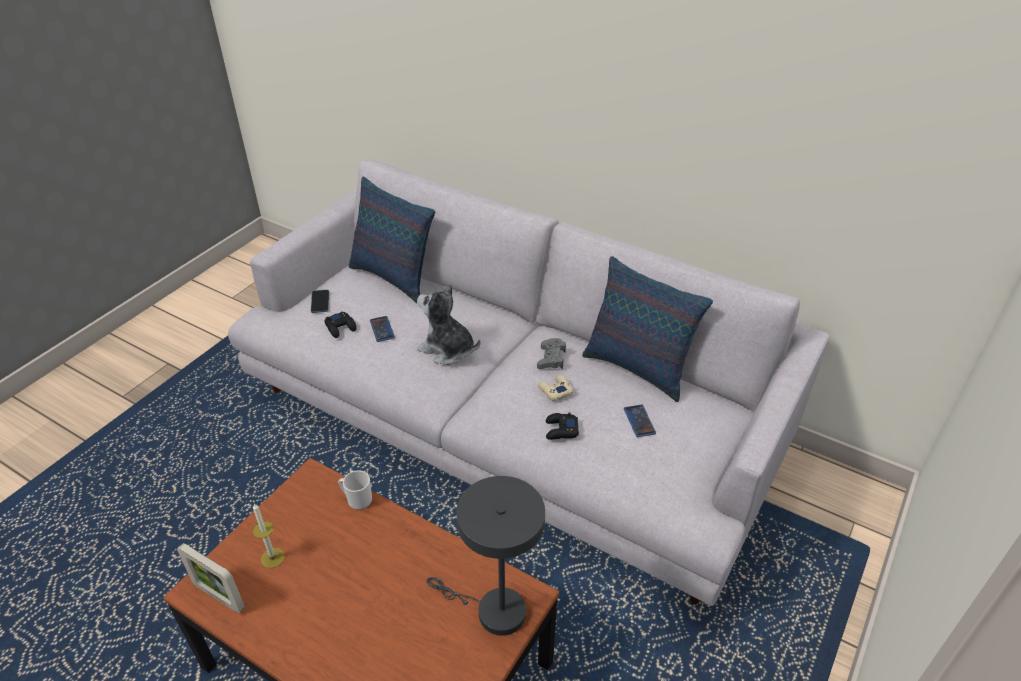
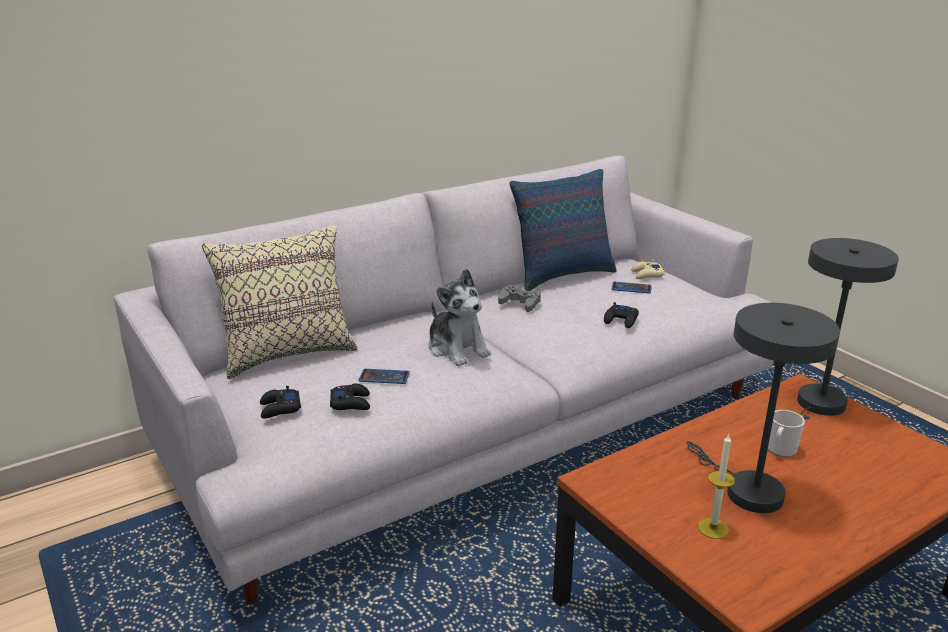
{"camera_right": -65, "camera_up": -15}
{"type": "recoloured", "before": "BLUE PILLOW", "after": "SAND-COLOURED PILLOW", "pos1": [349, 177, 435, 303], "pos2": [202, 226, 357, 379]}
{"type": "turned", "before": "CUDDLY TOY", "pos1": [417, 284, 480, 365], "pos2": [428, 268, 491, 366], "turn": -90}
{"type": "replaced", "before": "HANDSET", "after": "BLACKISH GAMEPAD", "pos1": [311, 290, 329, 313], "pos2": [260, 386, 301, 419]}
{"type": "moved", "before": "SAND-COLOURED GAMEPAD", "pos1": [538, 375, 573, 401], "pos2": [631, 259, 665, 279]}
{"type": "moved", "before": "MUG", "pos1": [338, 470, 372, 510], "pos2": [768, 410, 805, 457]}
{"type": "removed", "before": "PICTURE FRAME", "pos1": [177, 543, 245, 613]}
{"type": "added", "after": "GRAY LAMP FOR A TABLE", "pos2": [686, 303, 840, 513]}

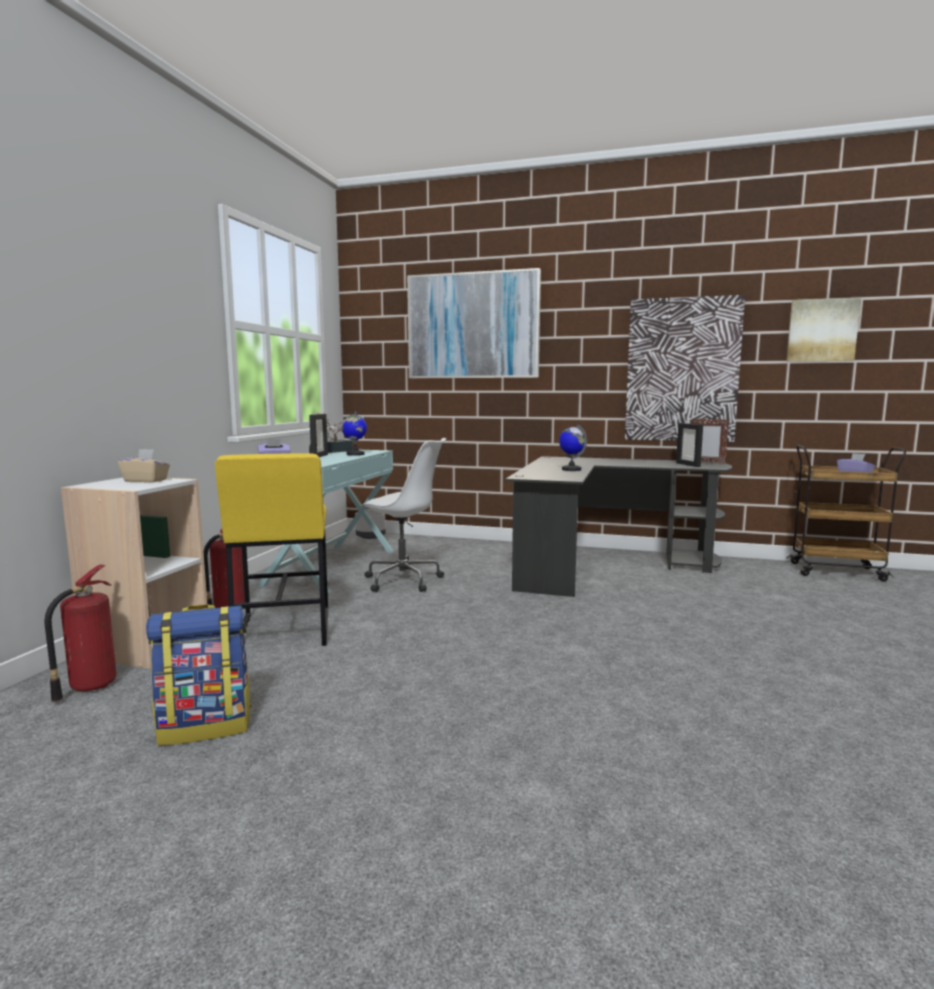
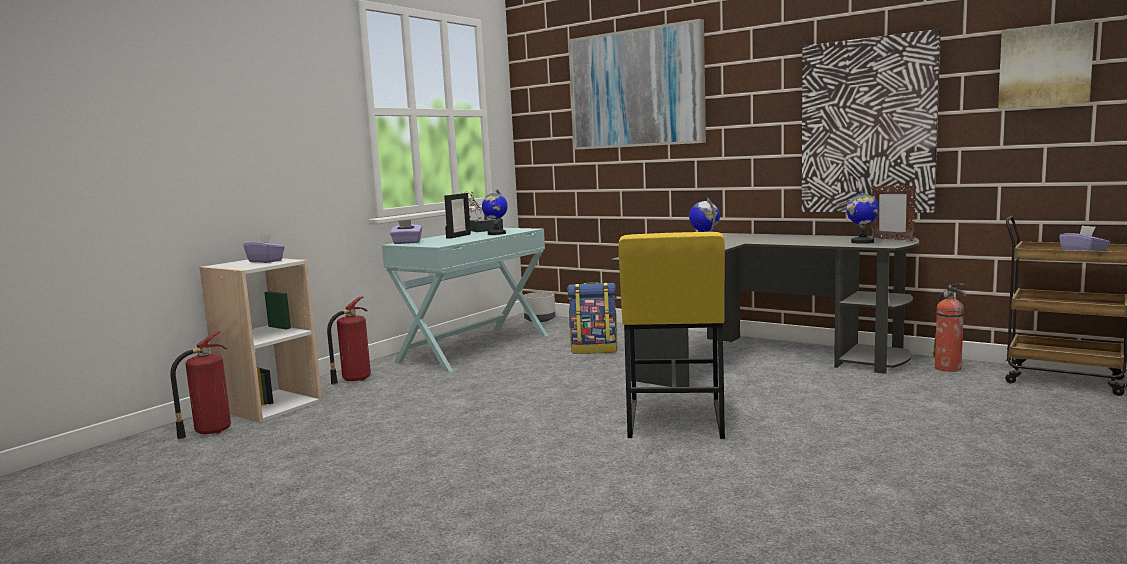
{"camera_right": 20, "camera_up": 0}
{"type": "replaced", "before": "PICTURE FRAME", "after": "DESK GLOBE", "pos1": [676, 423, 703, 467], "pos2": [846, 189, 879, 244]}
{"type": "removed", "before": "WHITISH COMPUTER CHAIR", "pos1": [362, 438, 446, 592]}
{"type": "recoloured", "before": "SAND-COLOURED TISSUE HOLDER", "after": "PURPLE-COLOURED TISSUE HOLDER", "pos1": [118, 449, 170, 483], "pos2": [243, 234, 285, 263]}
{"type": "moved", "before": "YELLOW STOOL SEAT", "pos1": [215, 453, 328, 646], "pos2": [618, 232, 725, 439]}
{"type": "moved", "before": "BACKPACK", "pos1": [146, 604, 251, 746], "pos2": [567, 282, 617, 354]}
{"type": "added", "after": "EXTINGUISHER", "pos2": [932, 284, 967, 372]}

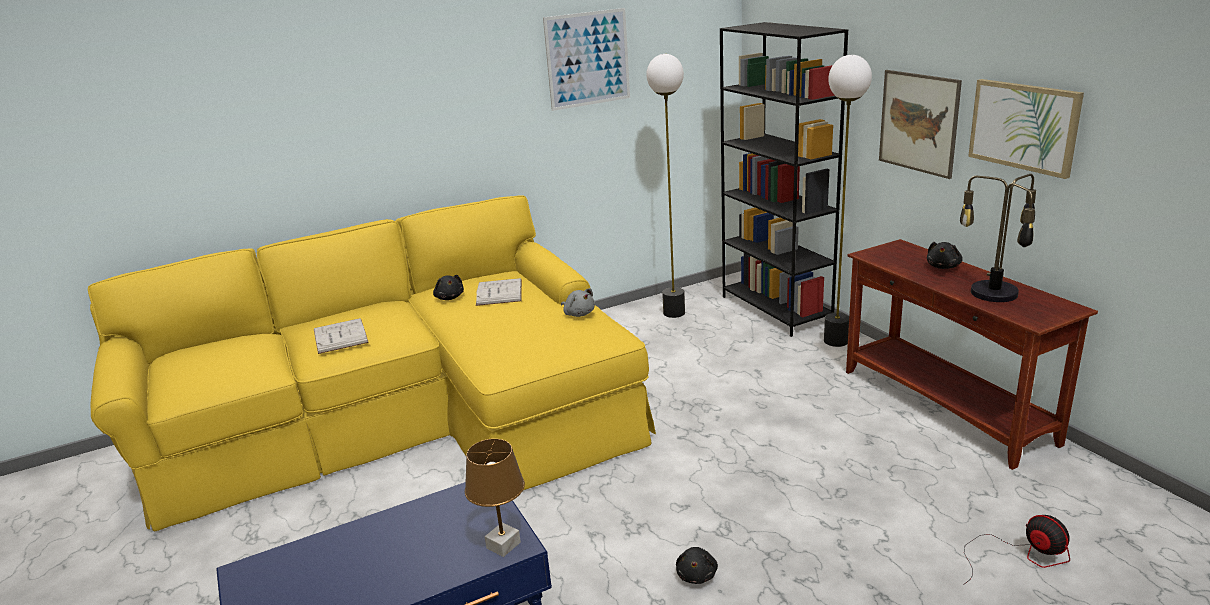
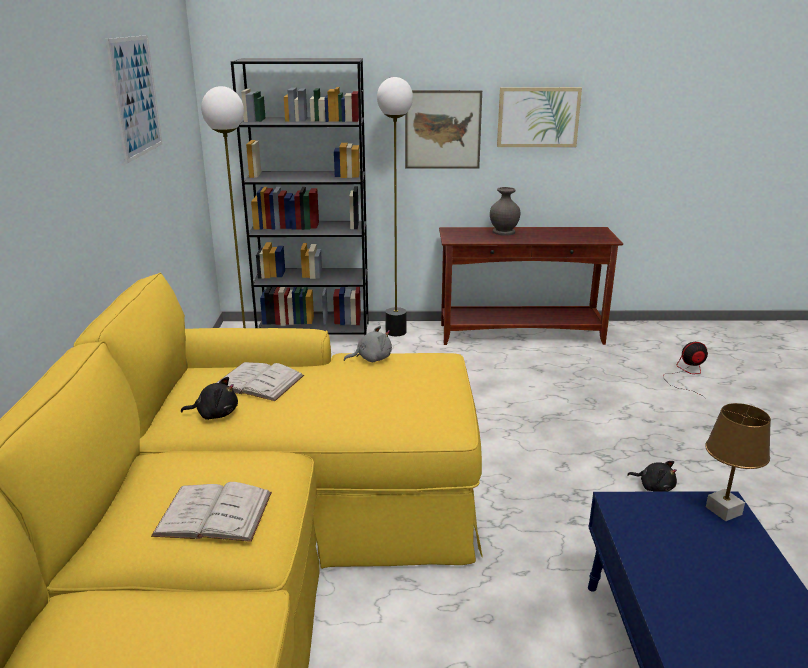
{"camera_right": -65, "camera_up": 0}
{"type": "removed", "before": "LAMP FOR A TABLE", "pos1": [960, 174, 1036, 302]}
{"type": "replaced", "before": "BLACKISH CUDDLY TOY", "after": "GRAY DECORATIVE VASE", "pos1": [927, 242, 963, 269], "pos2": [490, 187, 520, 236]}

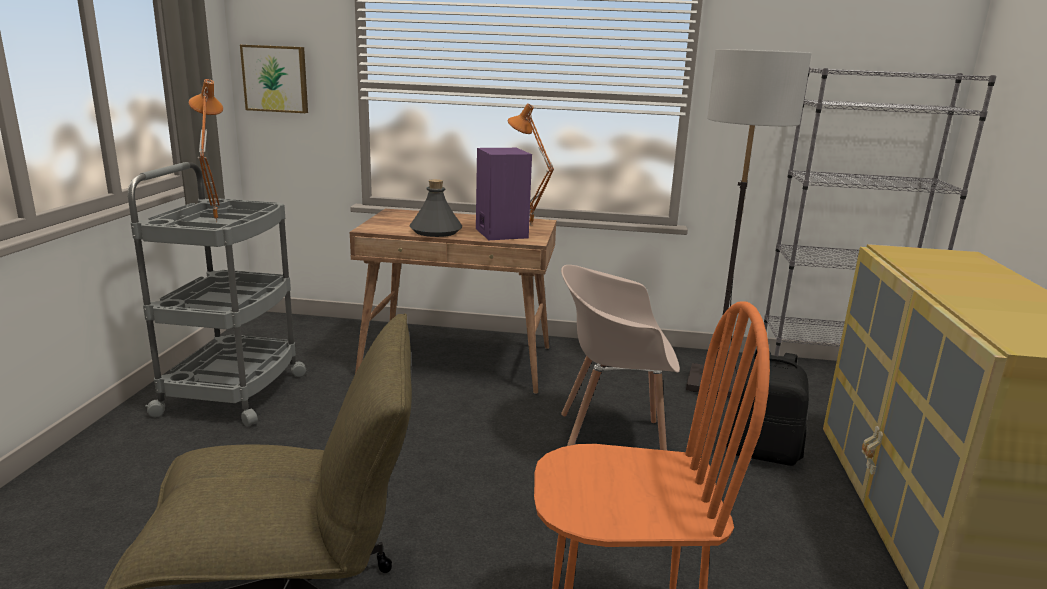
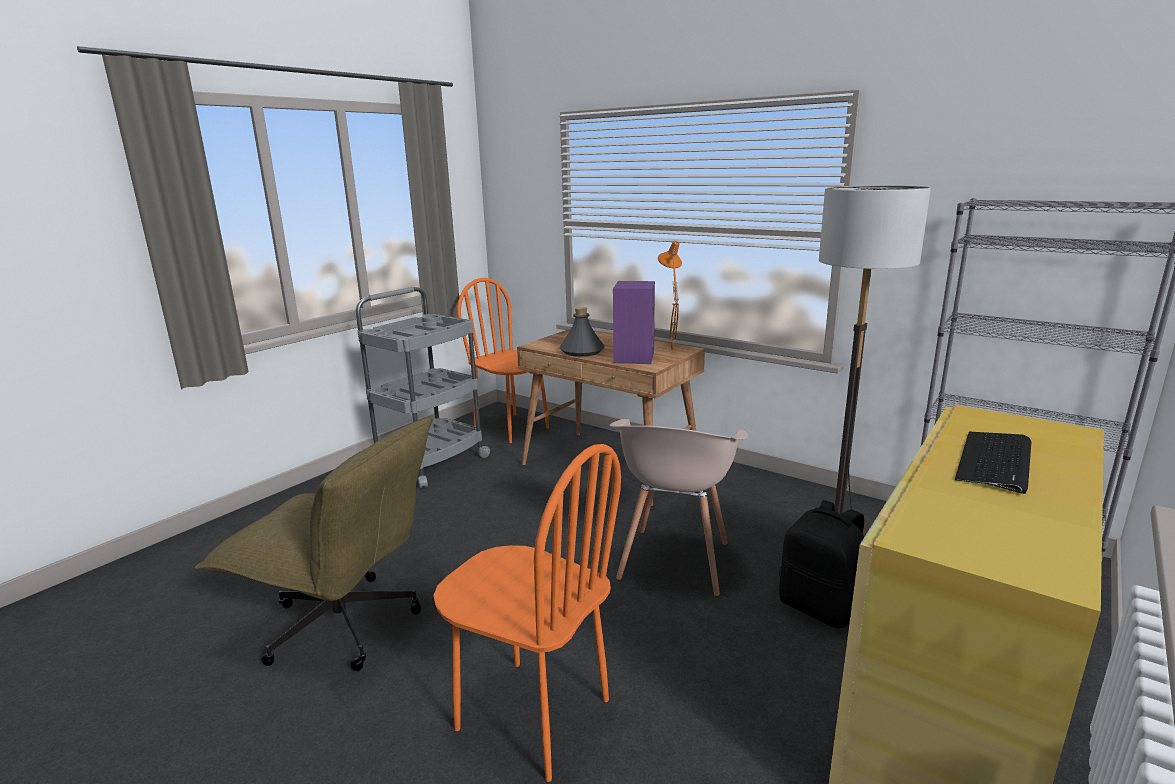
{"camera_right": 30, "camera_up": 0}
{"type": "removed", "before": "WALL ART", "pos1": [240, 45, 308, 113]}
{"type": "removed", "before": "ORANGE LAMP FOR A TABLE", "pos1": [189, 79, 223, 222]}
{"type": "turned", "before": "SAND-COLOURED CHAIR", "pos1": [561, 265, 680, 451], "pos2": [609, 419, 748, 596], "turn": -105}
{"type": "added", "after": "ORANGE CHAIR", "pos2": [457, 278, 549, 443]}
{"type": "added", "after": "PC KEYBOARD", "pos2": [955, 432, 1031, 494]}

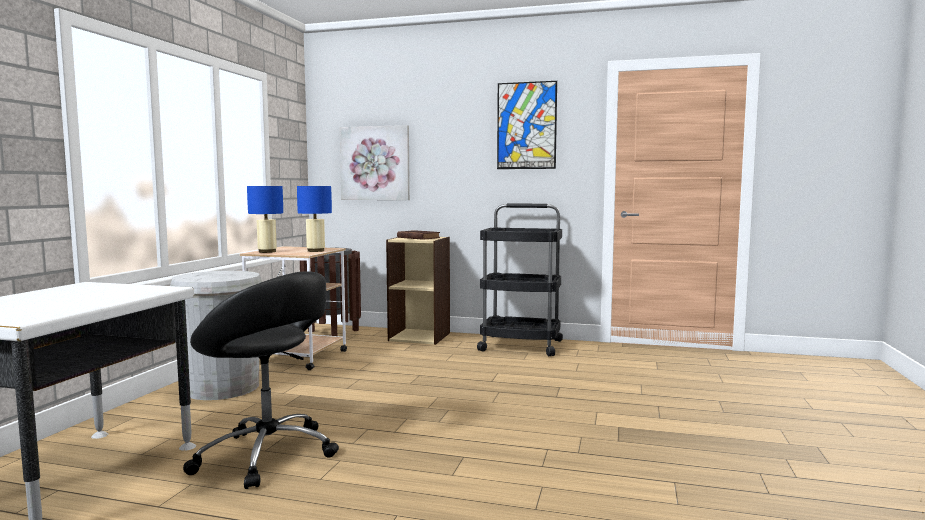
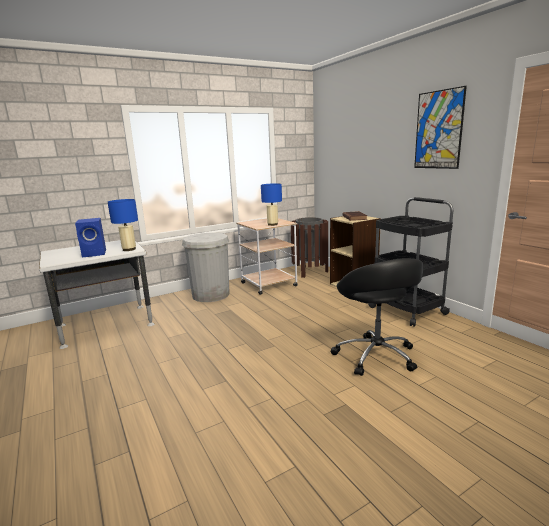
{"camera_right": 45, "camera_up": 10}
{"type": "removed", "before": "WALL ART", "pos1": [339, 125, 410, 200]}
{"type": "moved", "before": "BLUE LAMP FOR A TABLE", "pos1": [247, 186, 283, 253], "pos2": [108, 199, 138, 251]}
{"type": "moved", "before": "BLACKISH COMPUTER CHAIR", "pos1": [183, 271, 339, 489], "pos2": [331, 258, 424, 376]}
{"type": "added", "after": "BLUE SPEAKER", "pos2": [75, 218, 106, 257]}

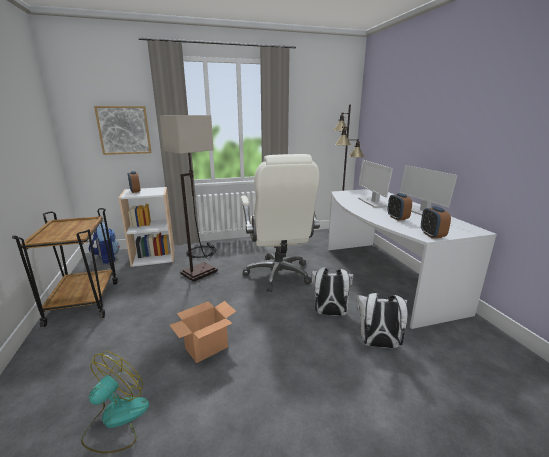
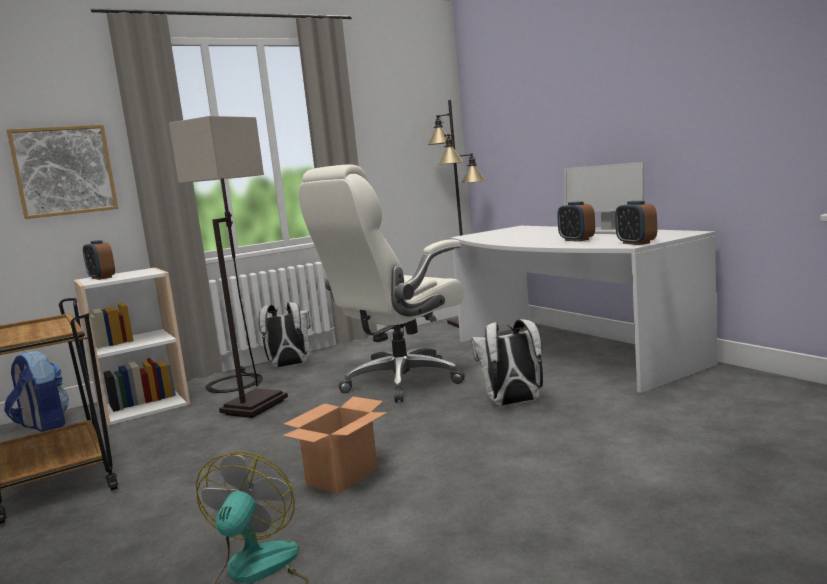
{"camera_right": -15, "camera_up": -10}
{"type": "turned", "before": "WHITISH COMPUTER CHAIR", "pos1": [241, 154, 320, 292], "pos2": [298, 164, 465, 403], "turn": 75}
{"type": "removed", "before": "COMPUTER DISPLAY", "pos1": [358, 160, 393, 208]}
{"type": "moved", "before": "WHITISH BACKPACK", "pos1": [357, 293, 408, 348], "pos2": [257, 302, 311, 367]}

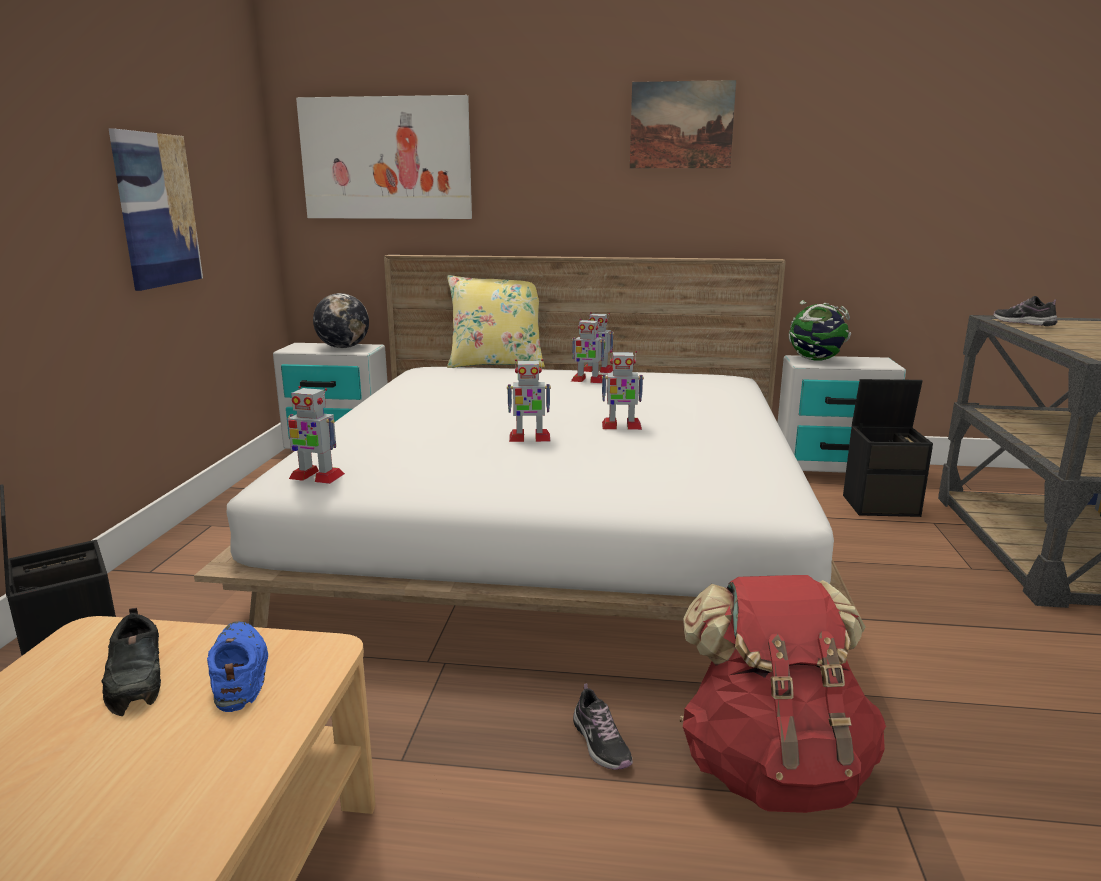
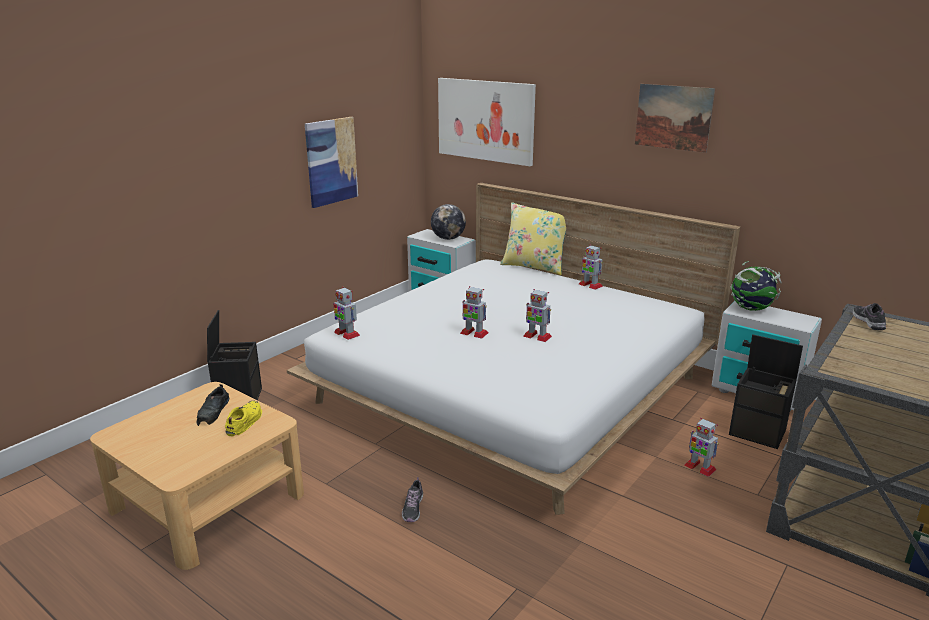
{"camera_right": 30, "camera_up": 5}
{"type": "moved", "before": "ROBOT FIGURE", "pos1": [571, 319, 605, 383], "pos2": [684, 418, 719, 477]}
{"type": "removed", "before": "RED BACKPACK", "pos1": [679, 575, 886, 813]}
{"type": "recoloured", "before": "BLUE ITEM OF FOOTWEAR", "after": "YELLOW ITEM OF FOOTWEAR", "pos1": [207, 621, 268, 712], "pos2": [225, 400, 262, 436]}

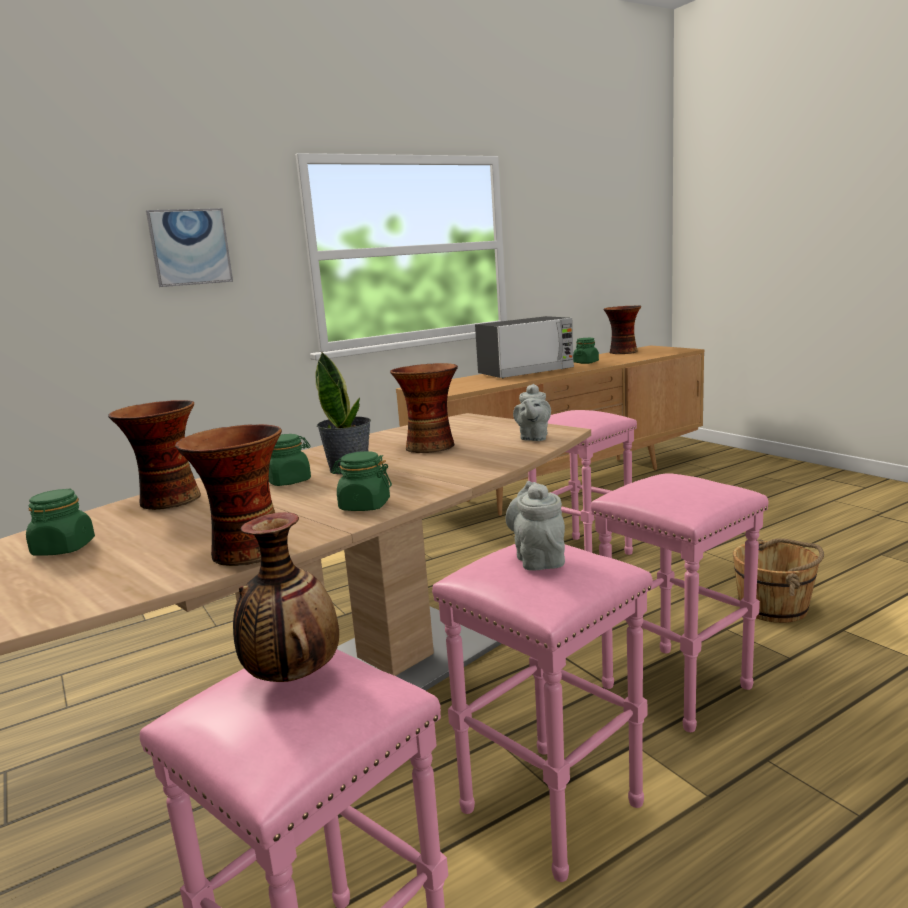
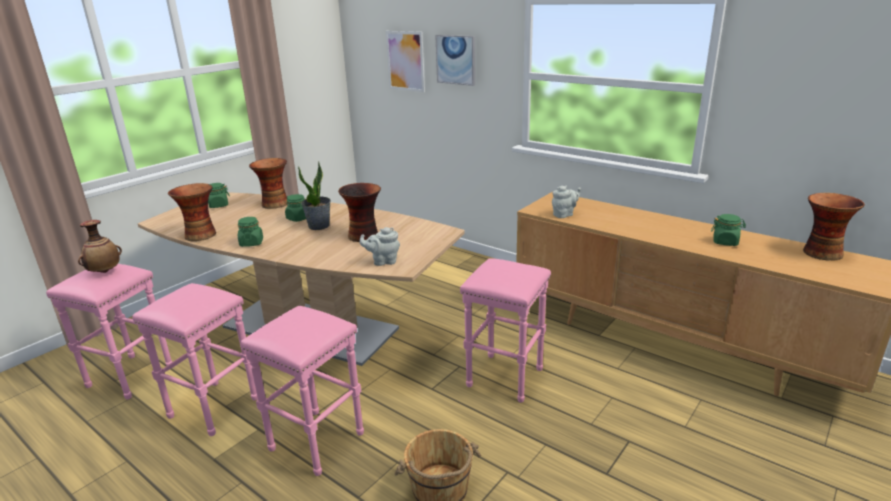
{"camera_right": 70, "camera_up": 10}
{"type": "removed", "before": "KITCHEN MICROWAVE", "pos1": [475, 316, 574, 378]}
{"type": "moved", "before": "GRAY POT FOR TEA", "pos1": [505, 481, 565, 571], "pos2": [552, 185, 581, 218]}
{"type": "added", "after": "WALL ART", "pos2": [386, 31, 425, 92]}

